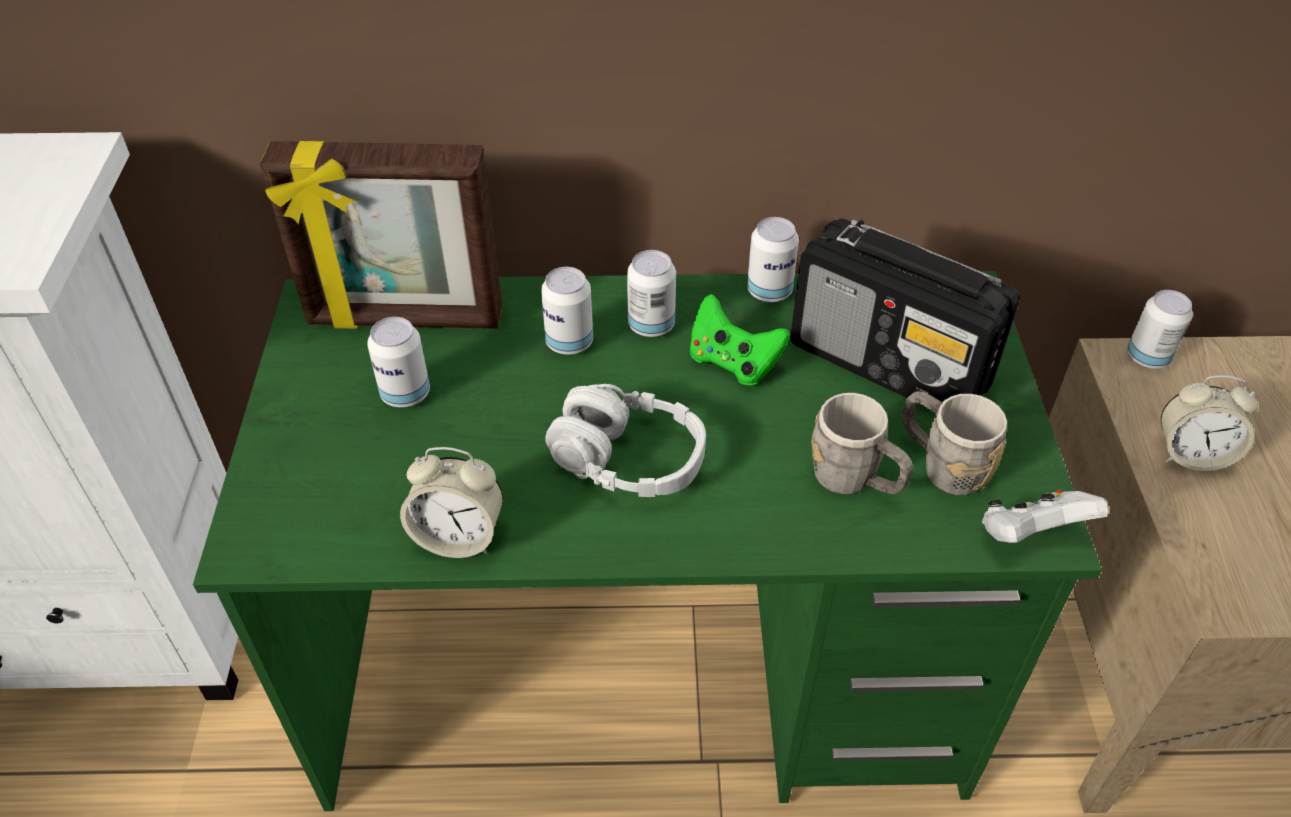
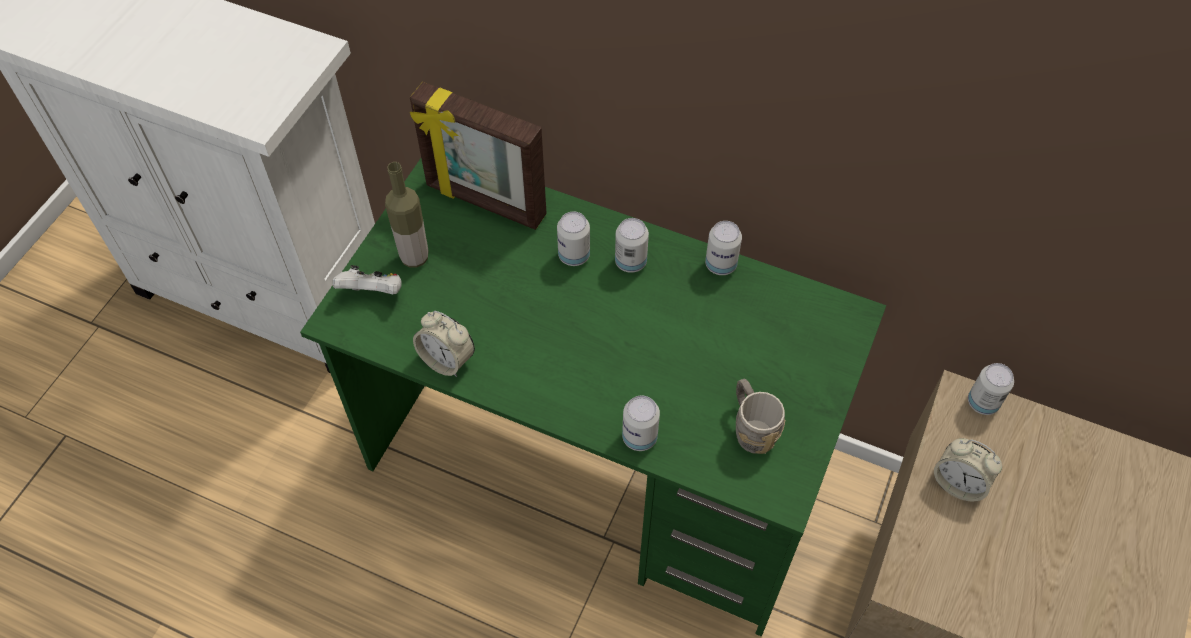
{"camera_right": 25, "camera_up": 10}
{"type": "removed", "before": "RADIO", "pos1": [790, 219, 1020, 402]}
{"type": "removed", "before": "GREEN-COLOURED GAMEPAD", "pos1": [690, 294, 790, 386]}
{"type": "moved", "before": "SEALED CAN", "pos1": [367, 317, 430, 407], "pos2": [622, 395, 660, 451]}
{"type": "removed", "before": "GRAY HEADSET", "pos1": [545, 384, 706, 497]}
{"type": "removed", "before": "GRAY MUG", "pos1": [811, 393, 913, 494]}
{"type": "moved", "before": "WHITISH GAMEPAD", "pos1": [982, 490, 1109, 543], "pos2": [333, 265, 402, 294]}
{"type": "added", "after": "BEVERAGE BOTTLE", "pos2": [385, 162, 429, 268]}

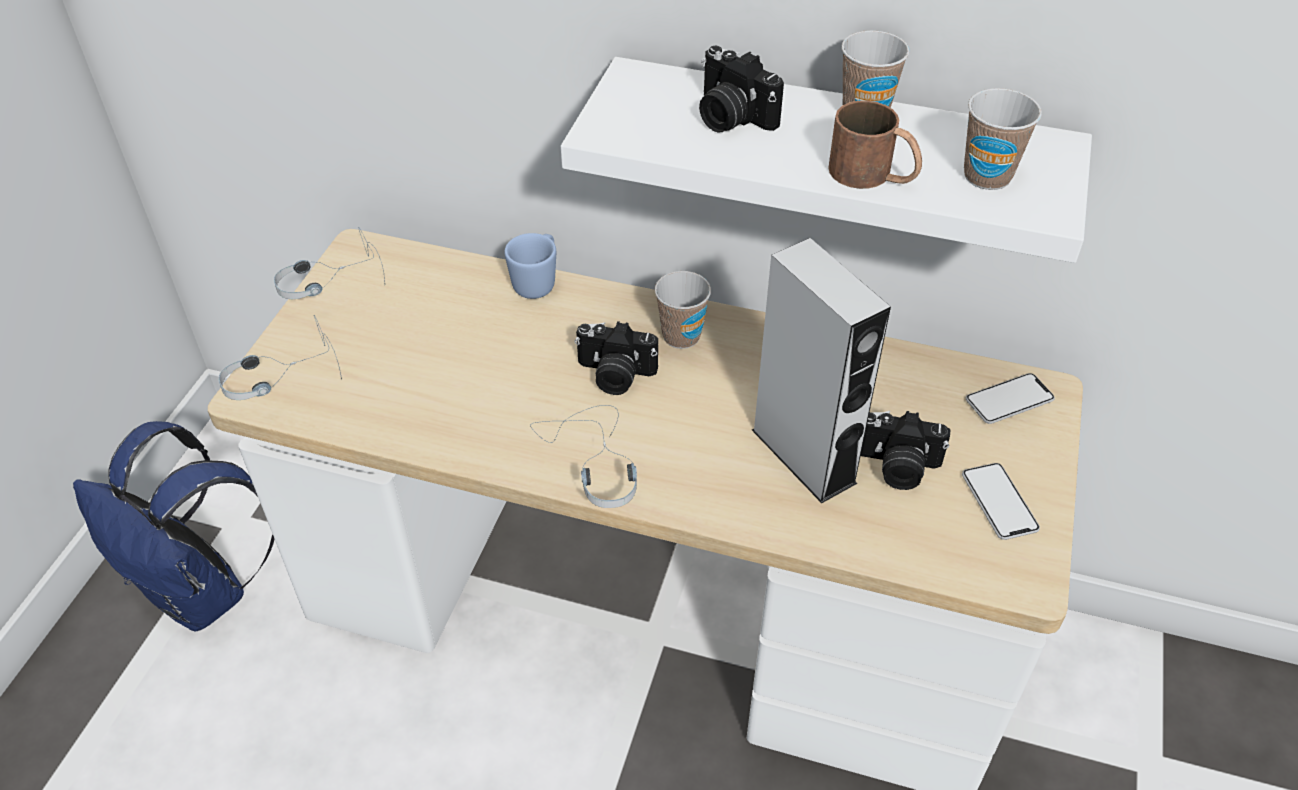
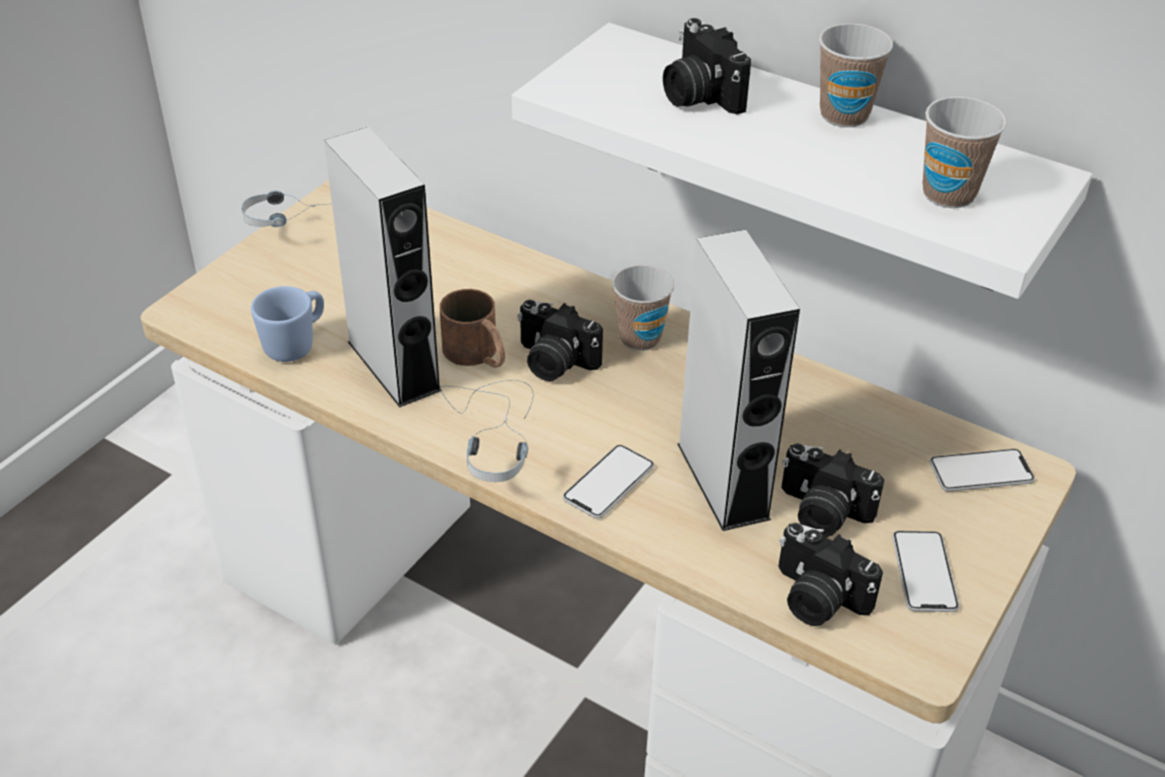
{"camera_right": 15, "camera_up": -5}
{"type": "moved", "before": "BROWNISH MUG", "pos1": [828, 101, 922, 189], "pos2": [440, 289, 505, 368]}
{"type": "moved", "before": "BLUE MUG", "pos1": [504, 233, 556, 299], "pos2": [251, 286, 324, 362]}
{"type": "removed", "before": "HEADSET", "pos1": [218, 315, 342, 400]}
{"type": "removed", "before": "BLUE BACKPACK", "pos1": [73, 421, 274, 632]}
{"type": "added", "after": "GRAY SPEAKER", "pos2": [324, 127, 442, 407]}
{"type": "added", "after": "HANDSET", "pos2": [563, 445, 654, 519]}
{"type": "added", "after": "PHOTO CAMERA", "pos2": [778, 523, 883, 626]}

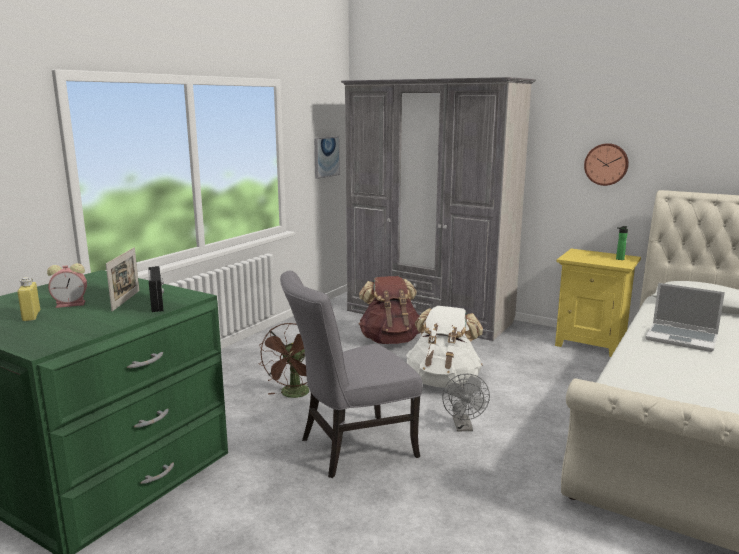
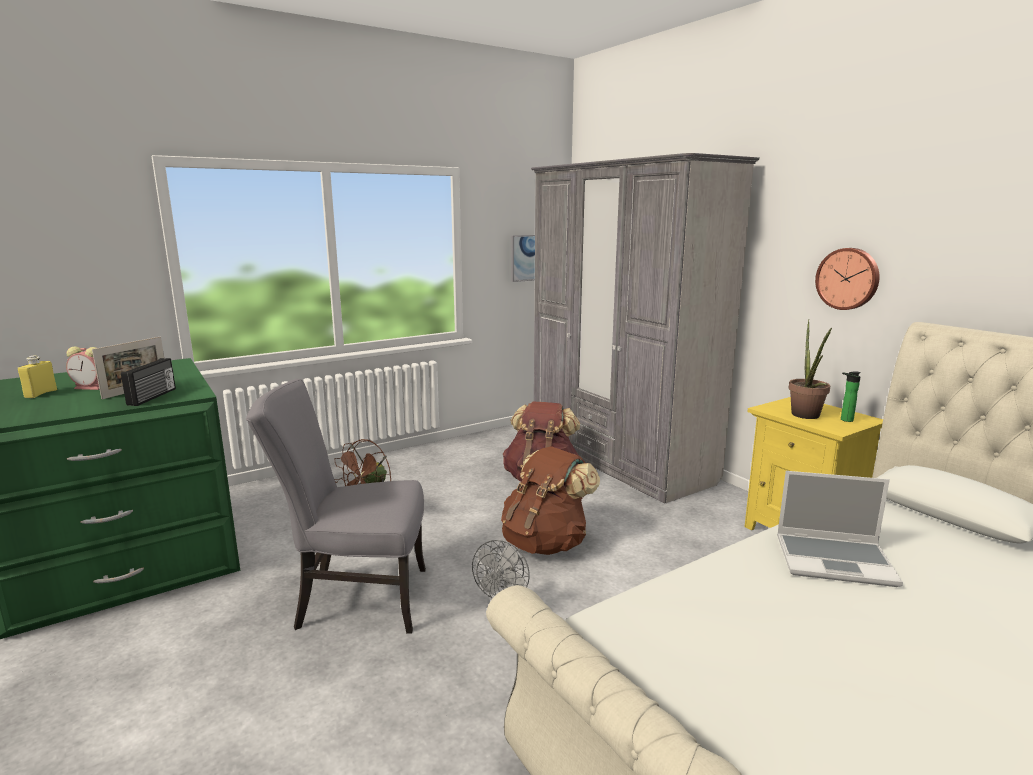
{"camera_right": 25, "camera_up": 0}
{"type": "turned", "before": "PORTABLE COMPUTER", "pos1": [645, 283, 725, 352], "pos2": [777, 471, 903, 587], "turn": -45}
{"type": "recoloured", "before": "WHITISH BACKPACK", "after": "BROWNISH BACKPACK", "pos1": [406, 306, 483, 388], "pos2": [501, 446, 600, 555]}
{"type": "added", "after": "PLANT IN A POT", "pos2": [789, 319, 832, 419]}

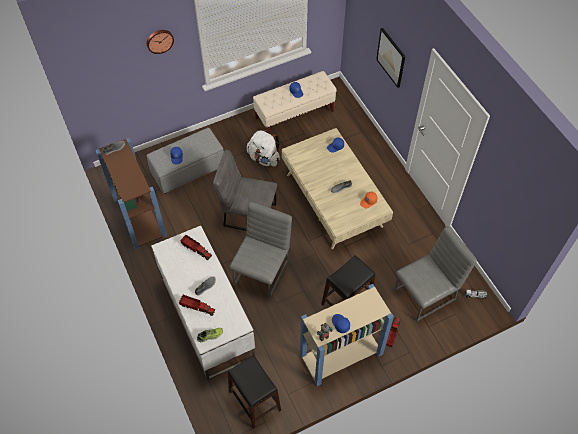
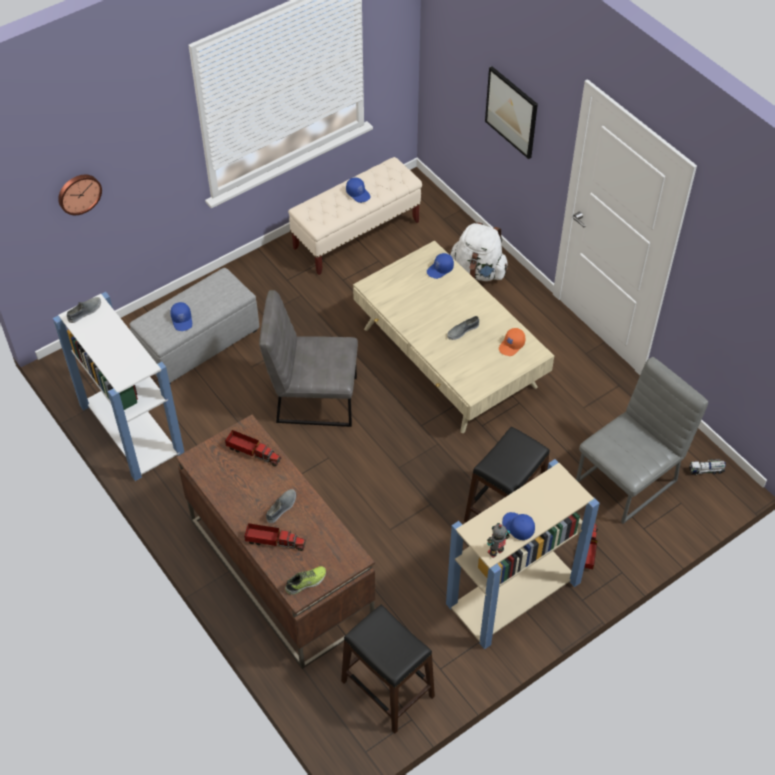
{"camera_right": -10, "camera_up": -5}
{"type": "moved", "before": "HANGING CLOCK", "pos1": [147, 30, 174, 54], "pos2": [58, 175, 102, 215]}
{"type": "moved", "before": "WHITISH BACKPACK", "pos1": [247, 130, 280, 167], "pos2": [450, 222, 508, 281]}
{"type": "recoloured", "before": "BROWNISH BOOKSHELF", "after": "WHITISH BOOKSHELF", "pos1": [96, 138, 167, 250], "pos2": [53, 292, 184, 481]}
{"type": "removed", "before": "GRAY CHAIR", "pos1": [230, 202, 292, 298]}
{"type": "recoloured", "before": "WHITISH DESK", "after": "BROWNISH DESK", "pos1": [151, 226, 256, 380], "pos2": [176, 415, 375, 669]}

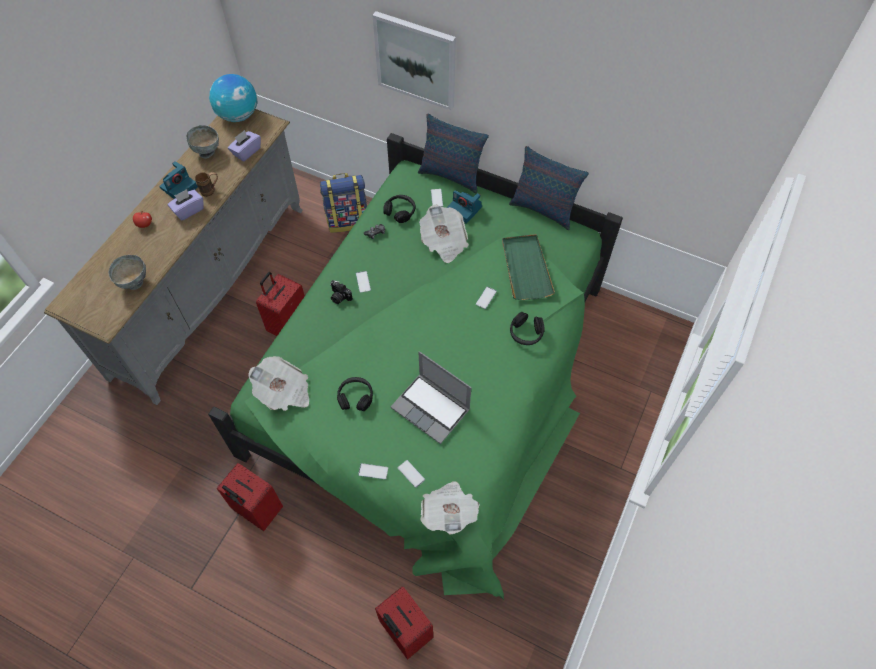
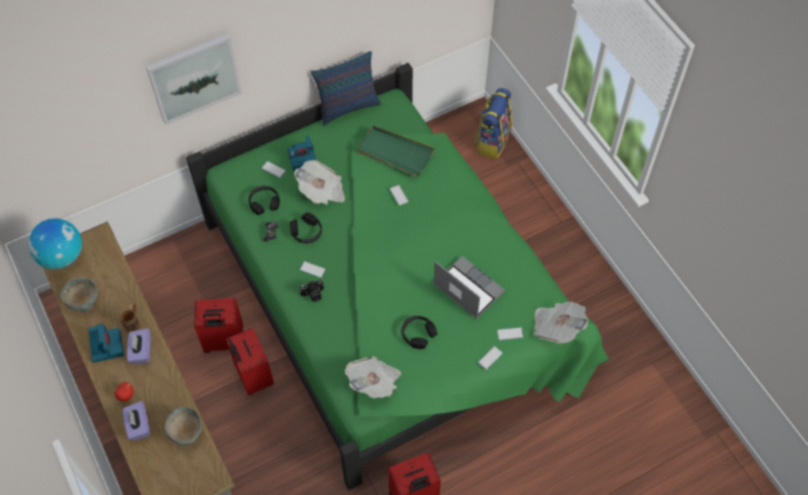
{"camera_right": -55, "camera_up": 0}
{"type": "removed", "before": "BLUE PILLOW", "pos1": [418, 114, 489, 193]}
{"type": "moved", "before": "PURPLE-COLOURED TISSUE HOLDER", "pos1": [228, 130, 261, 161], "pos2": [123, 401, 150, 440]}
{"type": "moved", "before": "BACKPACK", "pos1": [320, 173, 367, 233], "pos2": [474, 88, 512, 159]}
{"type": "moved", "before": "BLACKISH HEADSET", "pos1": [510, 312, 545, 345], "pos2": [290, 212, 322, 243]}
{"type": "turned", "before": "PORTABLE COMPUTER", "pos1": [391, 351, 471, 444], "pos2": [434, 256, 505, 319], "turn": -120}
{"type": "moved", "before": "RED PIECE OF LUGGAGE", "pos1": [375, 586, 433, 660], "pos2": [194, 298, 243, 353]}

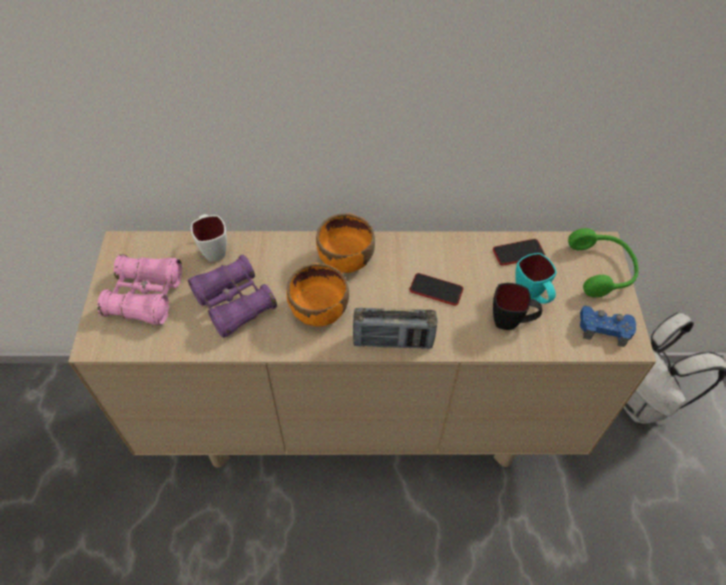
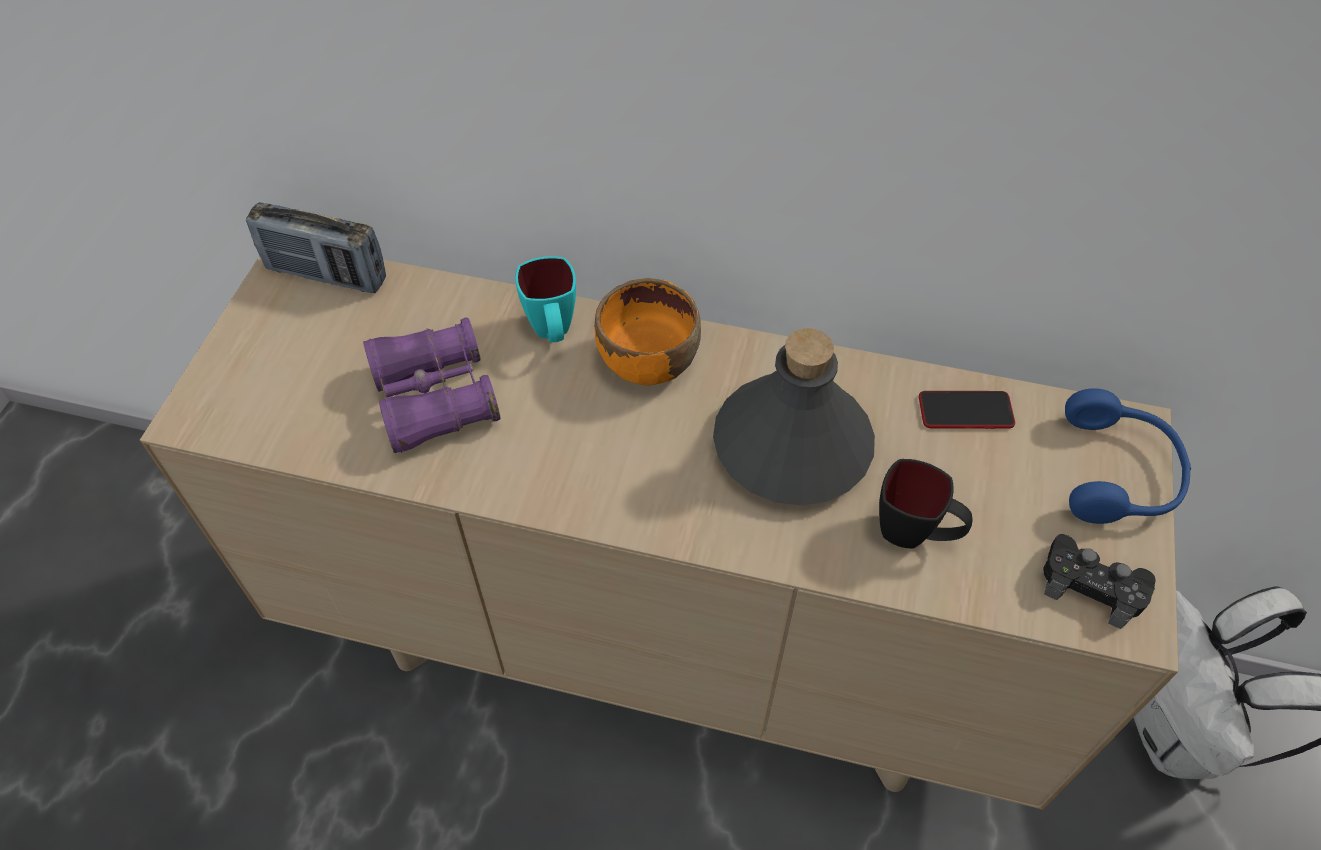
{"camera_right": 15, "camera_up": 0}
{"type": "removed", "before": "WHITISH MUG", "pos1": [191, 214, 227, 262]}
{"type": "recoloured", "before": "GREEN-COLOURED HEADSET", "after": "BLUE HEADSET", "pos1": [568, 228, 639, 297], "pos2": [1065, 388, 1191, 524]}
{"type": "moved", "before": "BLUE-GREEN MUG", "pos1": [516, 253, 557, 304], "pos2": [515, 256, 576, 342]}
{"type": "removed", "before": "PINK BINOCULARS", "pos1": [97, 254, 182, 325]}
{"type": "removed", "before": "ORANGE SERVING BOWL", "pos1": [286, 263, 349, 327]}
{"type": "replaced", "before": "HANDSET", "after": "GRAY BEVERAGE BOTTLE", "pos1": [410, 273, 463, 306], "pos2": [713, 328, 875, 506]}
{"type": "recoloured", "before": "BLUE GAMEPAD", "after": "BLACKISH GAMEPAD", "pos1": [580, 306, 636, 347], "pos2": [1043, 534, 1156, 629]}
{"type": "moved", "before": "RADIO", "pos1": [353, 308, 437, 349], "pos2": [246, 202, 386, 293]}

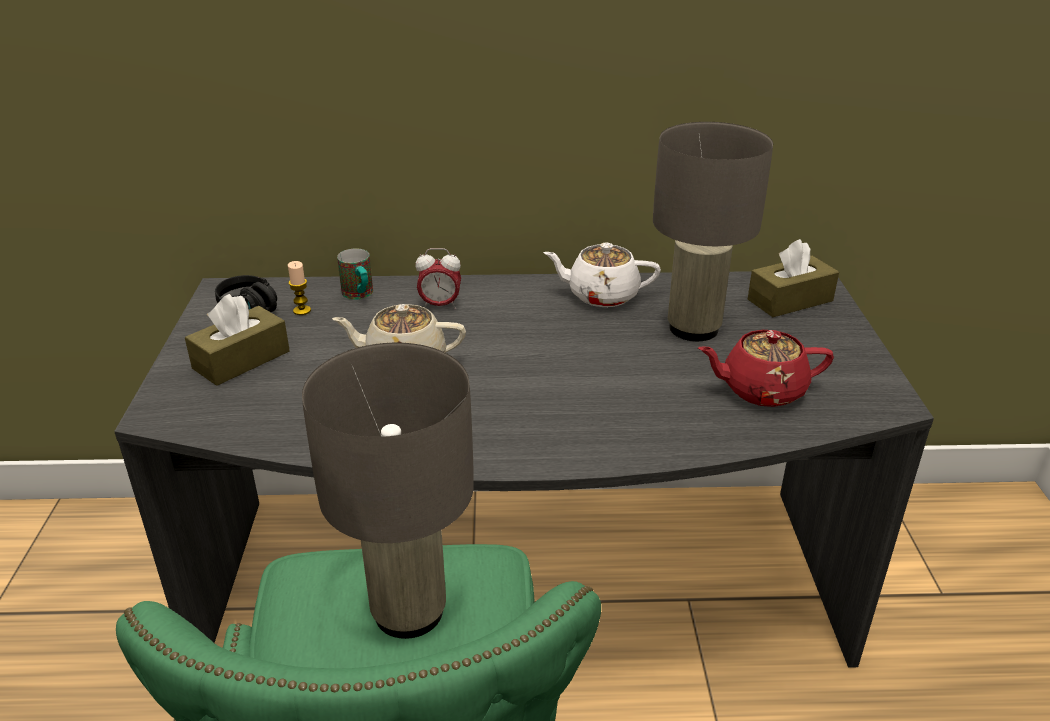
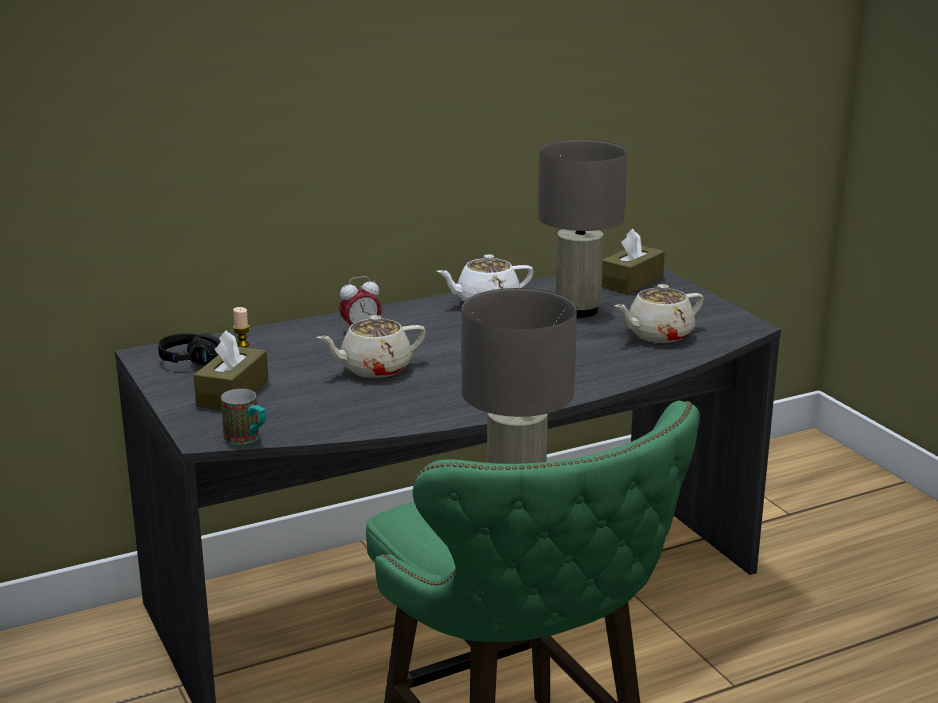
{"camera_right": -25, "camera_up": -10}
{"type": "moved", "before": "MUG", "pos1": [337, 249, 373, 300], "pos2": [221, 389, 266, 445]}
{"type": "recoloured", "before": "RED POT FOR TEA", "after": "SAND-COLOURED POT FOR TEA", "pos1": [698, 330, 834, 407], "pos2": [614, 284, 704, 343]}

